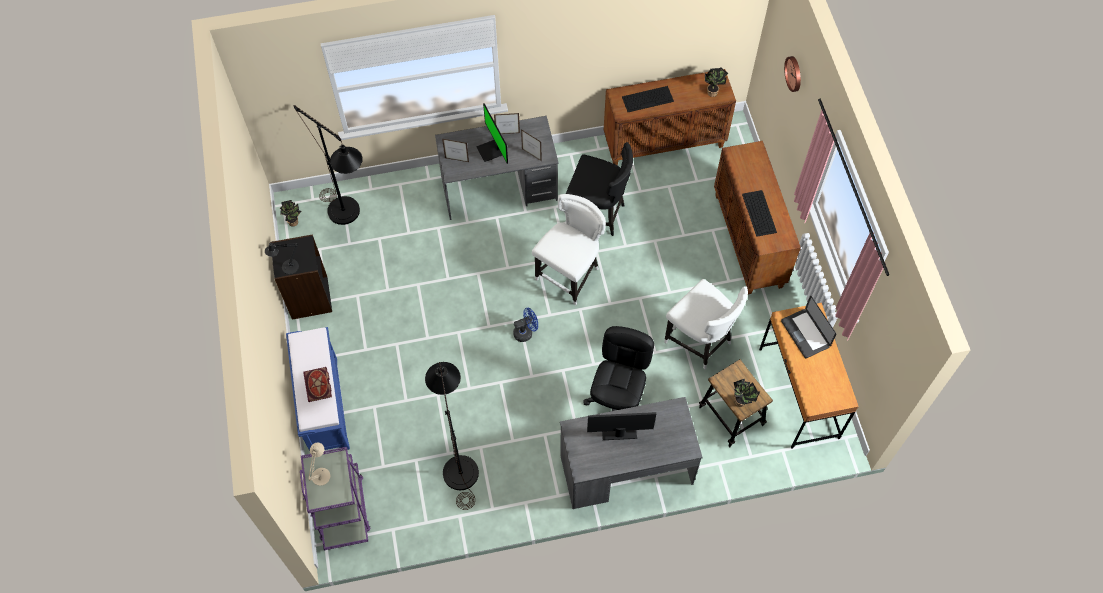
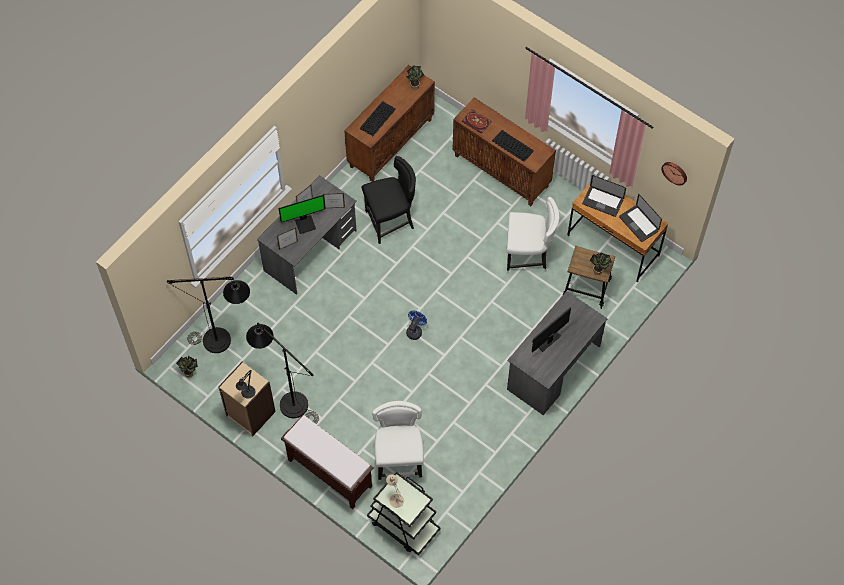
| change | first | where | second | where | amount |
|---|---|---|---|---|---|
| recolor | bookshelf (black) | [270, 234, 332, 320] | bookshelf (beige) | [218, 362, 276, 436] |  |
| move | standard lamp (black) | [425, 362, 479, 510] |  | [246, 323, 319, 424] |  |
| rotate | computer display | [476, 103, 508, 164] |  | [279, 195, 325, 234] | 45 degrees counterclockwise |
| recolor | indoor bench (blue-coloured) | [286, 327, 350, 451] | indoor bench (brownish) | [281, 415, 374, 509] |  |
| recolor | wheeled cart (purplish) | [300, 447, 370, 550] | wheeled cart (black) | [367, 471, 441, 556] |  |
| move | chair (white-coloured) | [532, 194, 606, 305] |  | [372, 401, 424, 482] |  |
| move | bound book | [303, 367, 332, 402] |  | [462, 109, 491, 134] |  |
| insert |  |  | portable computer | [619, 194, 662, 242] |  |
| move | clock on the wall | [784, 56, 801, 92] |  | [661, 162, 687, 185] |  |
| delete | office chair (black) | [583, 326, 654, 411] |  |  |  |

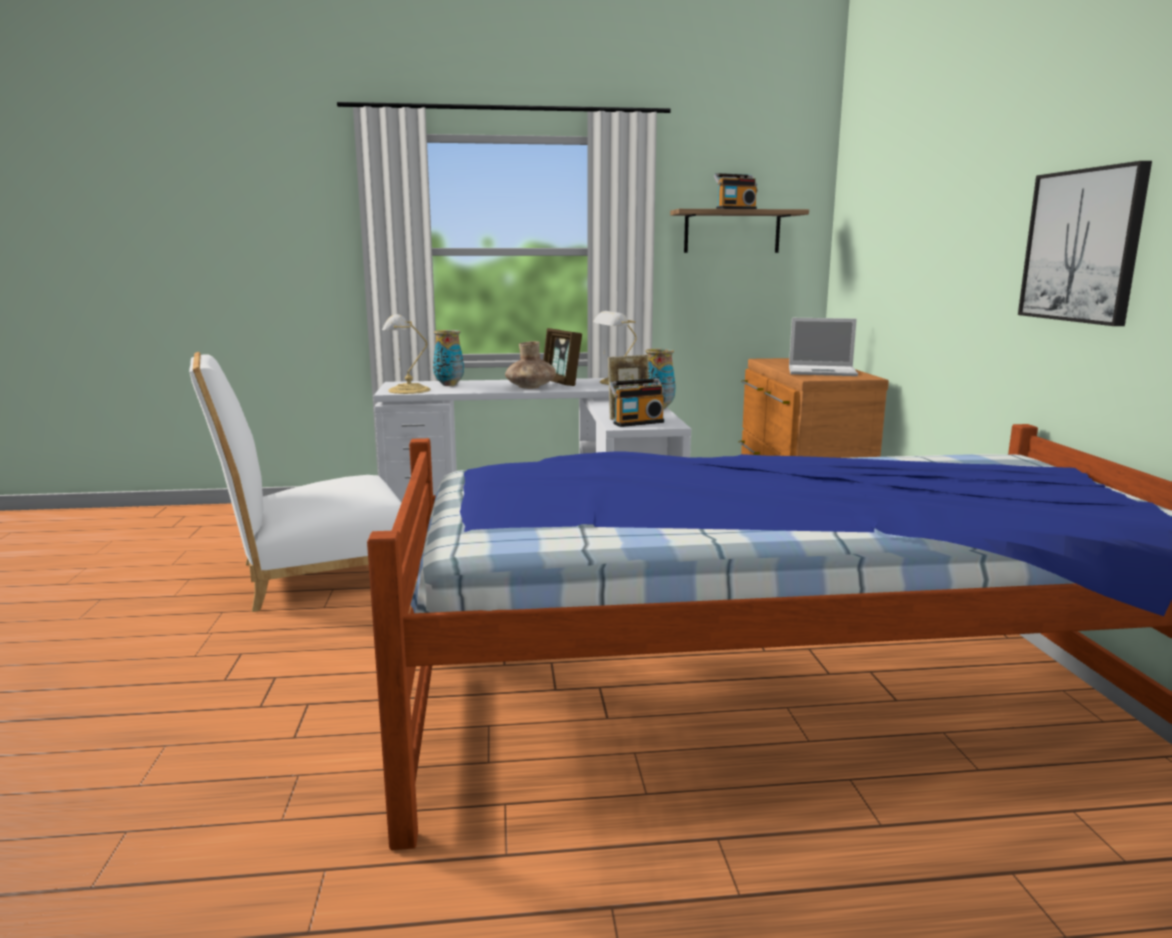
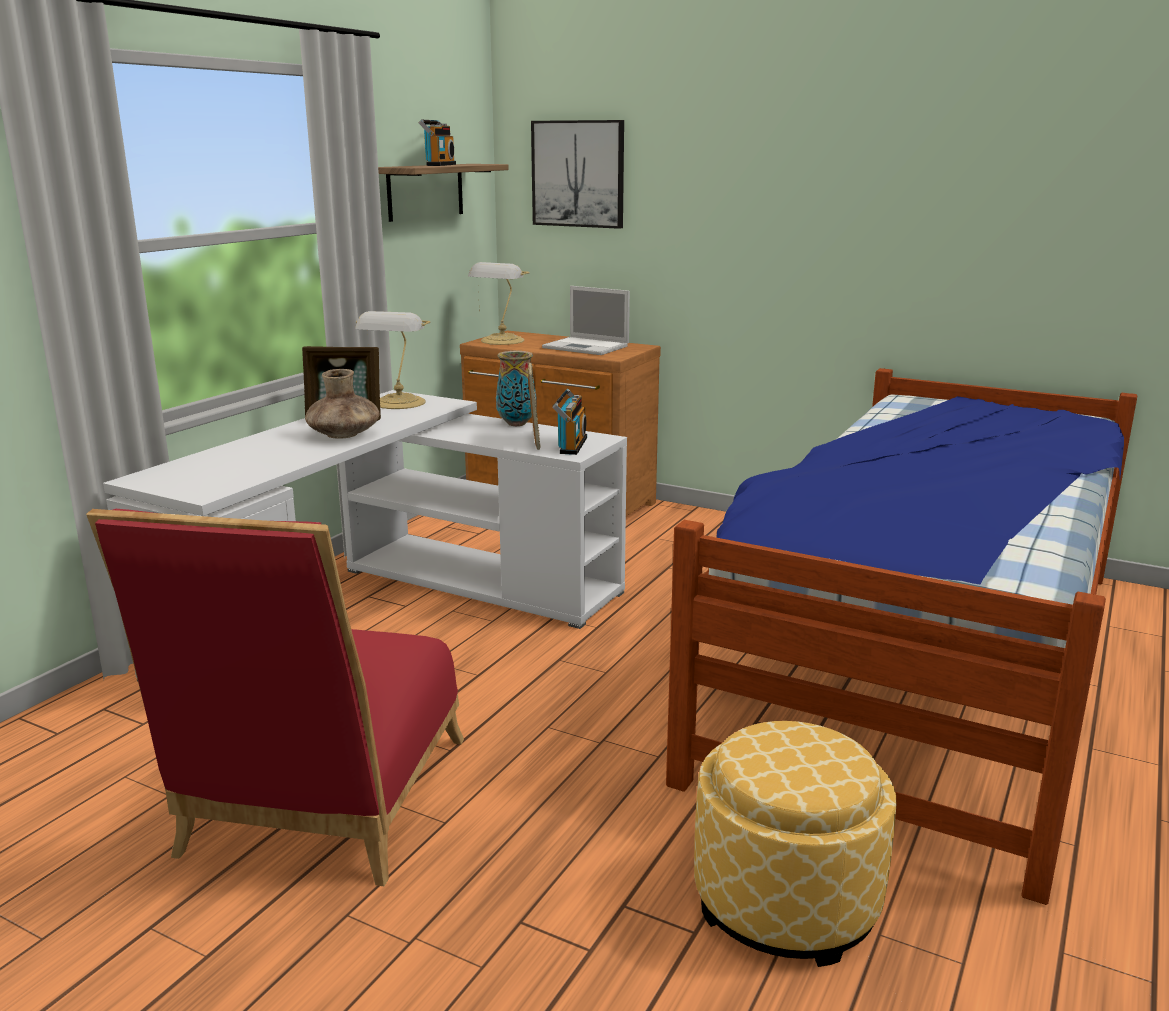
| change | first | where | second | where | amount |
|---|---|---|---|---|---|
| recolor | chair (white-coloured) | [189, 352, 417, 612] | chair (red) | [86, 509, 464, 886] |  |
| move | table lamp | [382, 314, 431, 394] |  | [468, 262, 530, 345] |  |
| move | wall art | [1018, 161, 1152, 326] |  | [531, 120, 624, 229] |  |
| rotate | portable computer | [789, 318, 858, 376] |  | [542, 286, 630, 355] | 75 degrees clockwise |
| insert |  |  | ottoman | [694, 721, 896, 967] |  |
| delete | flower vase | [433, 330, 464, 386] |  |  |  |

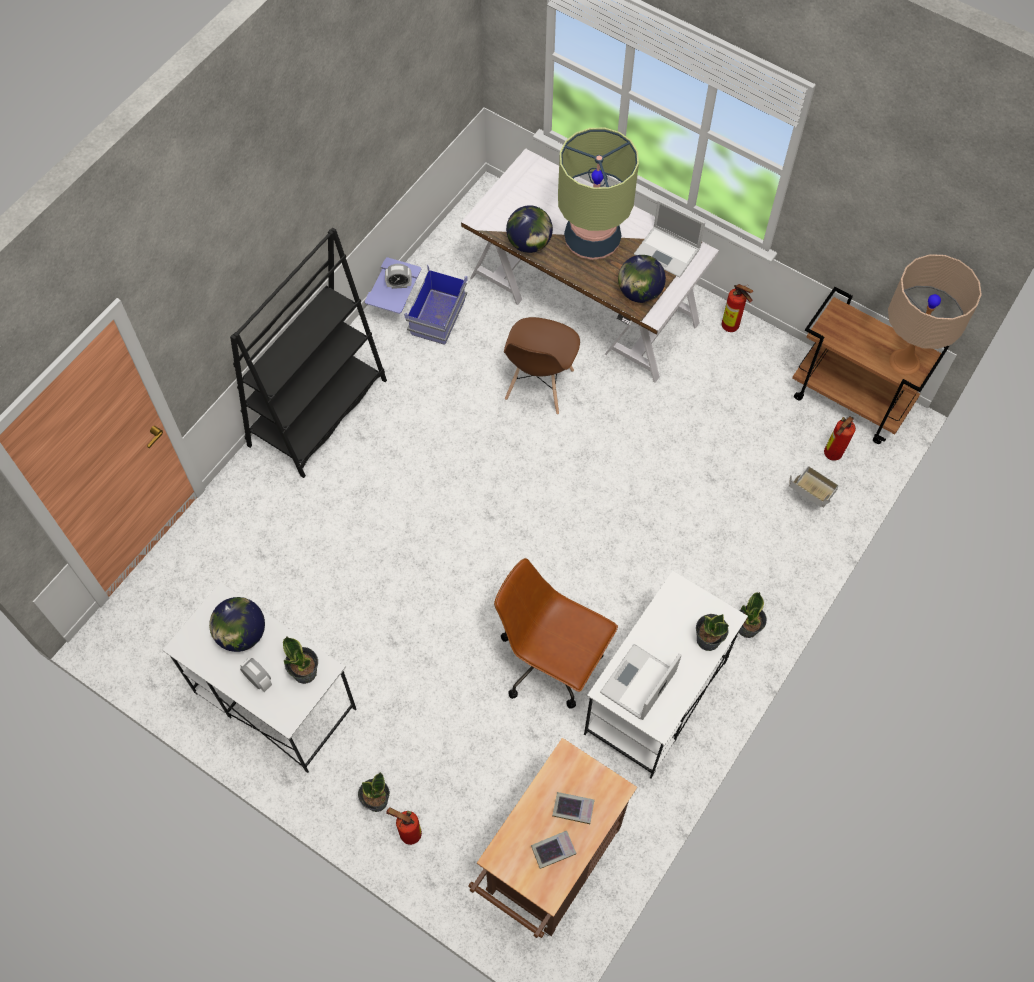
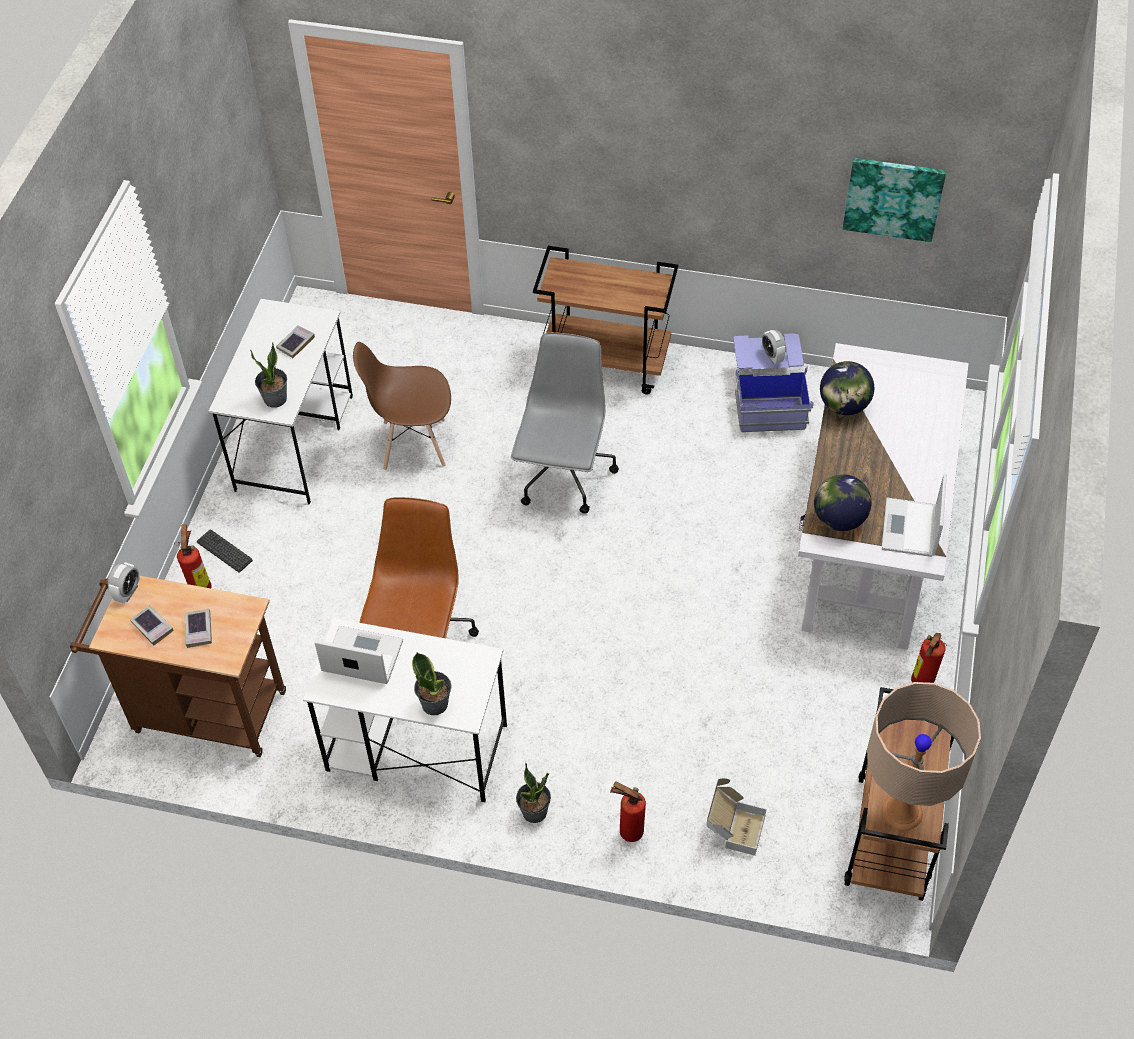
| change | first | where | second | where | amount |
|---|---|---|---|---|---|
| move | bedside clock | [240, 658, 272, 692] |  | [108, 562, 140, 604] |  |
| replace | houseplant | [358, 772, 390, 812] | PC keyboard | [197, 529, 253, 573] |  |
| replace | globe | [209, 597, 265, 652] | bound book | [276, 325, 315, 358] |  |
| move | chair (brownish) | [504, 317, 580, 415] |  | [353, 342, 451, 470] |  |
| insert |  |  | office chair (gray) | [511, 332, 619, 514] |  |
| replace | bookshelf (black) | [230, 228, 387, 478] | wheeled cart (brownish) | [533, 246, 678, 395] |  |
| move | fire extinguisher | [824, 417, 856, 461] |  | [610, 781, 646, 842] |  |
| insert |  |  | wall art | [843, 158, 946, 242] |  |
| delete | table lamp | [558, 128, 639, 260] |  |  |  |

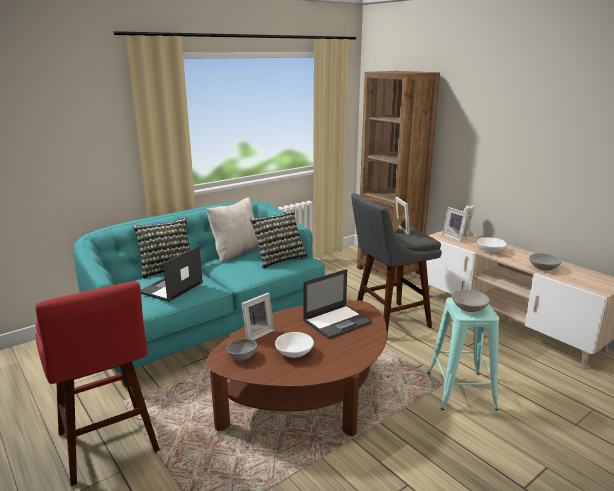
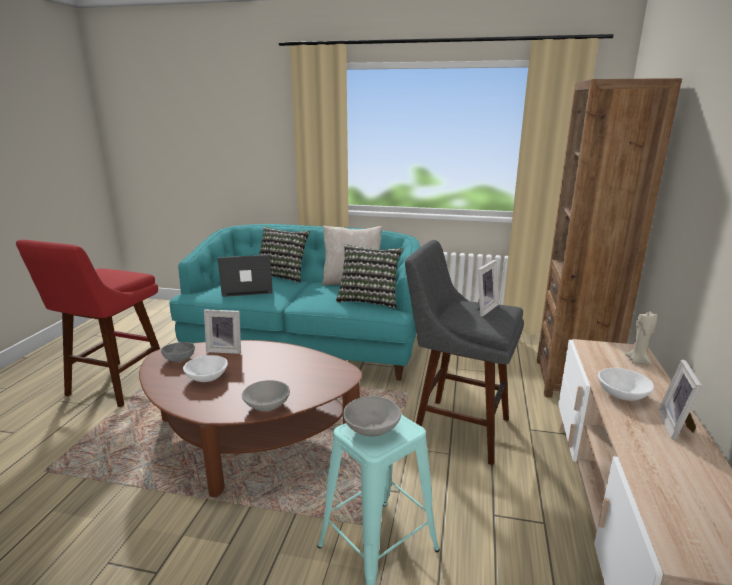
| change | first | where | second | where | amount |
|---|---|---|---|---|---|
| move | deep dish (gray) | [529, 253, 562, 271] |  | [242, 380, 290, 412] |  |
| move | photo frame | [442, 207, 468, 242] |  | [658, 359, 702, 440] |  |
| delete | portable computer | [303, 269, 372, 339] |  |  |  |

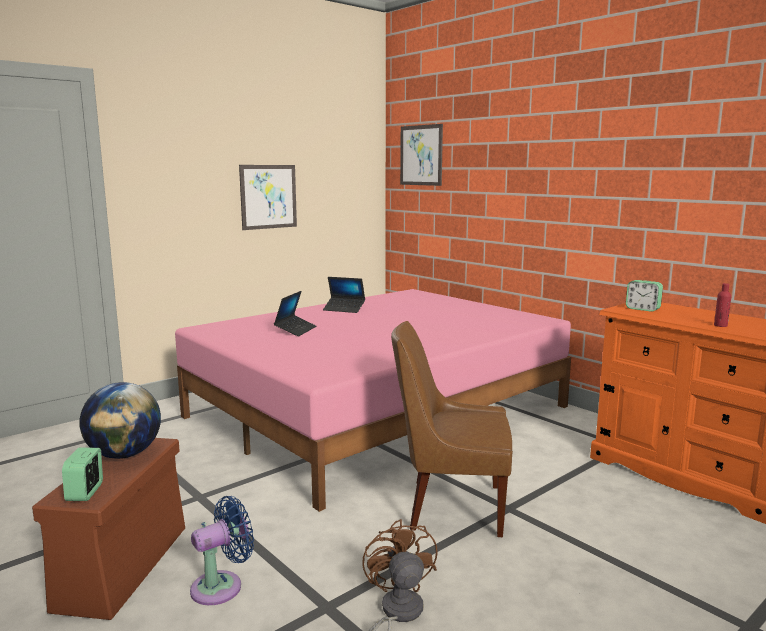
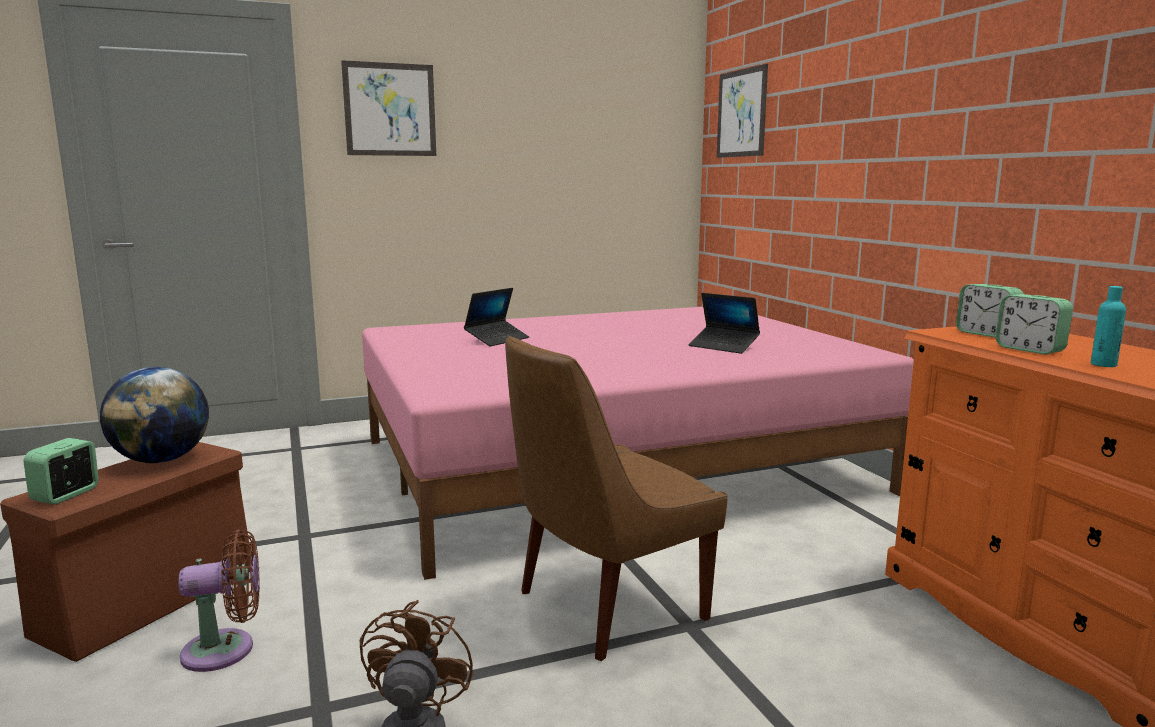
| change | first | where | second | where | amount |
|---|---|---|---|---|---|
| recolor | electric fan (blue-coloured) | [190, 496, 254, 605] | electric fan (brownish) | [178, 529, 260, 672] |  |
| move | wall art | [239, 165, 297, 230] |  | [341, 60, 436, 156] |  |
| rotate | chair (brownish) | [391, 321, 513, 537] |  | [505, 336, 728, 661] | 60 degrees counterclockwise |
| move | portable computer | [323, 277, 365, 313] |  | [689, 293, 760, 354] |  |
| insert |  |  | bedside clock | [996, 294, 1073, 355] |  |
| recolor | drink bottle (red) | [714, 283, 731, 327] | drink bottle (turquoise) | [1091, 286, 1126, 367] |  |

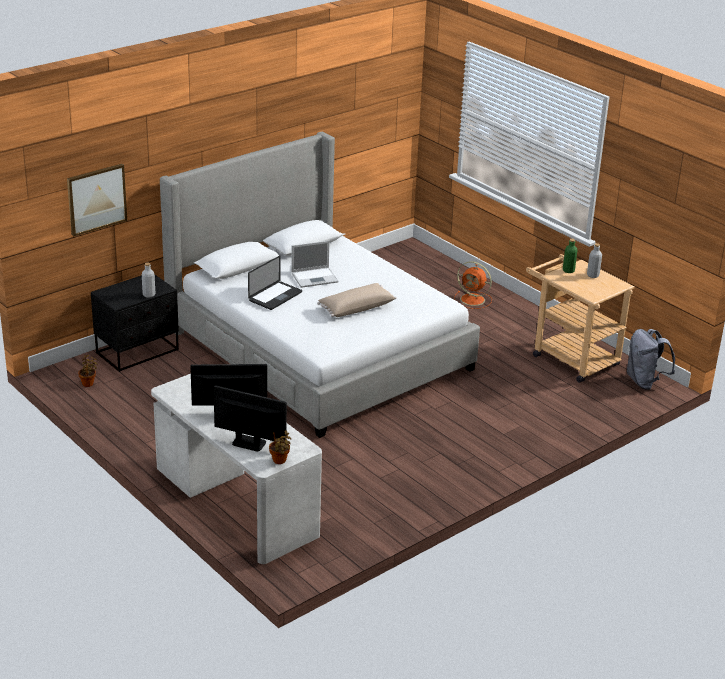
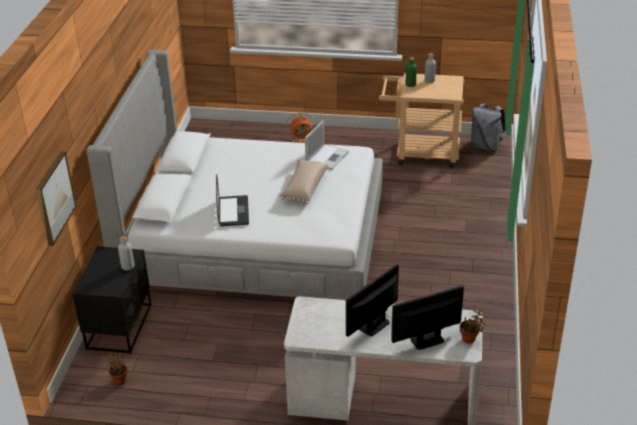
| change | first | where | second | where | amount |
|---|---|---|---|---|---|
| move | portable computer | [291, 241, 339, 288] |  | [305, 120, 349, 170] |  |

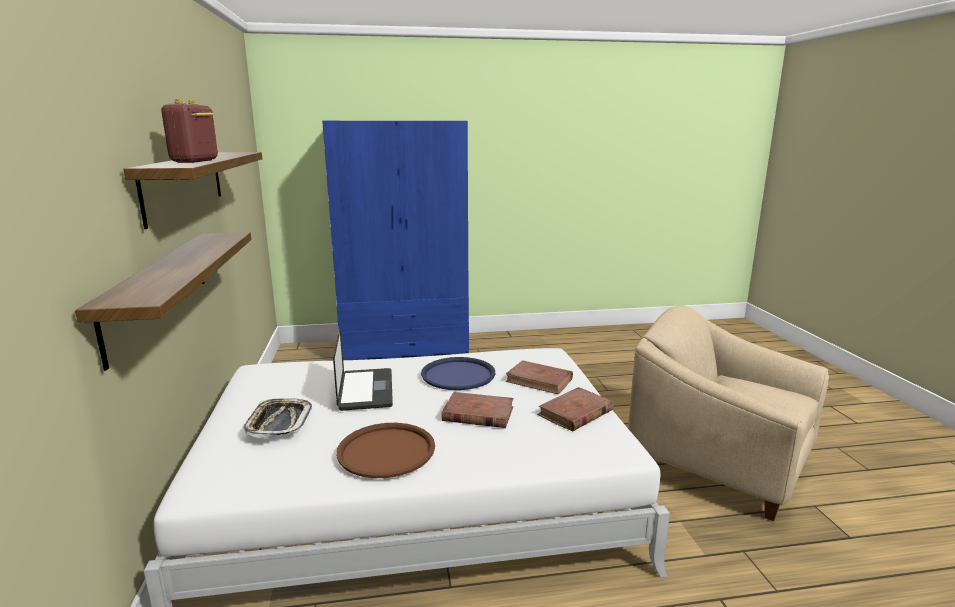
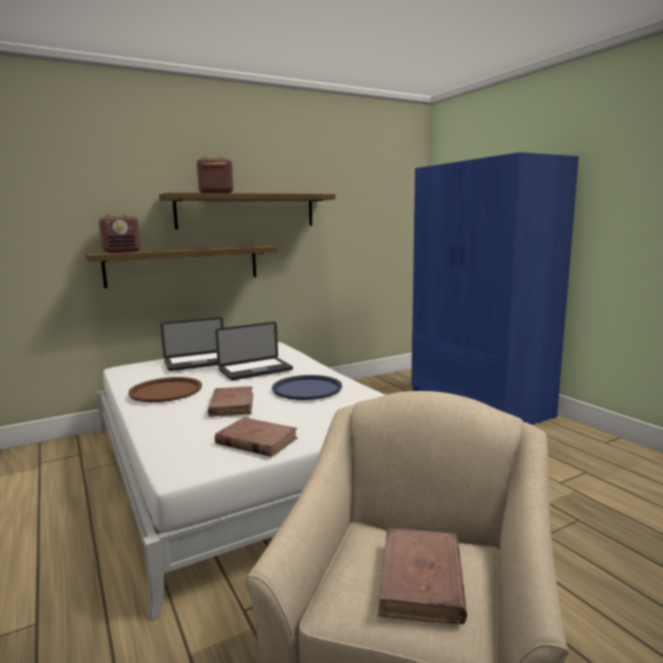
| change | first | where | second | where | amount |
|---|---|---|---|---|---|
| insert |  |  | radio receiver | [99, 214, 141, 253] |  |
| replace | tray | [243, 398, 312, 439] | portable computer | [160, 317, 223, 371] |  |
| move | bound book (brownish) | [506, 360, 573, 394] |  | [378, 528, 467, 624] |  |

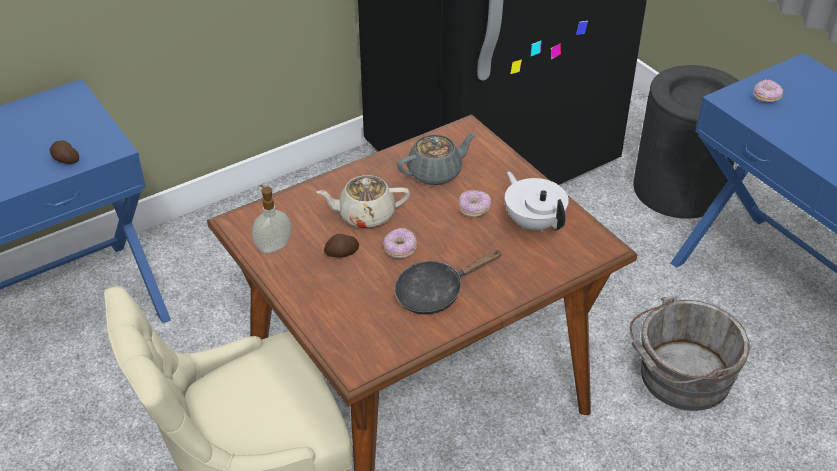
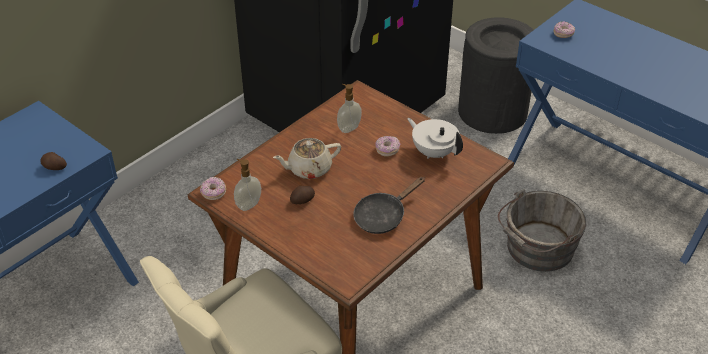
| change | first | where | second | where | amount |
|---|---|---|---|---|---|
| move | ring doughnut | [383, 228, 417, 258] |  | [200, 177, 226, 200] |  |
| replace | pot for tea (gray) | [397, 133, 476, 185] | liquid soap bottle | [337, 84, 362, 133] |  |

